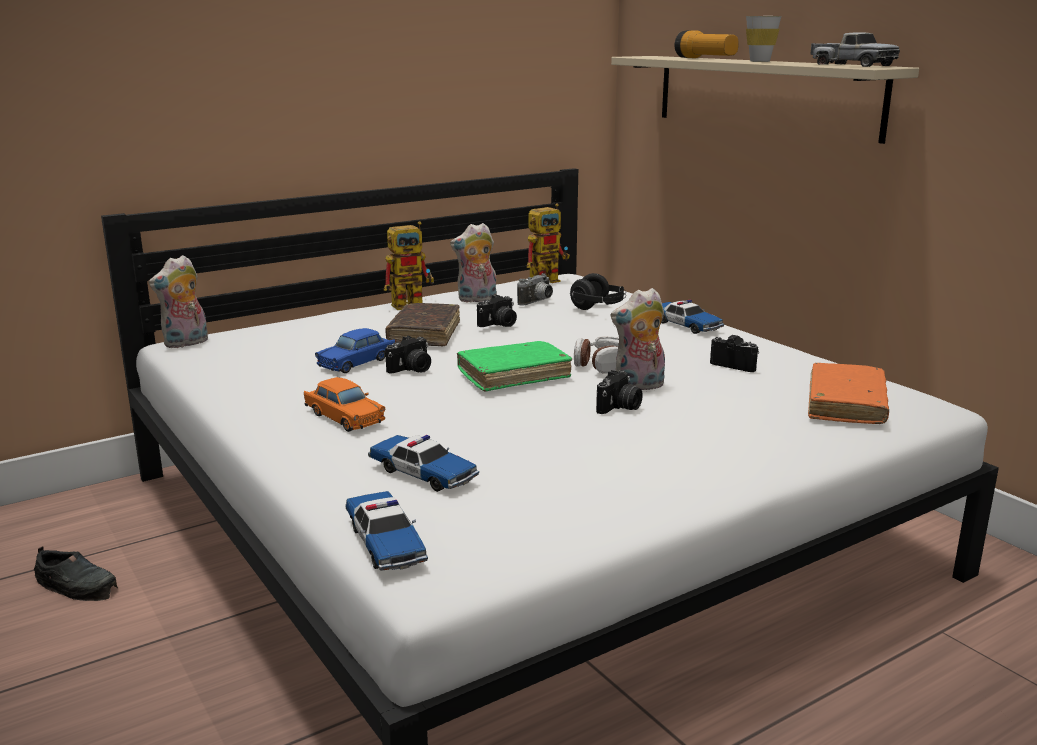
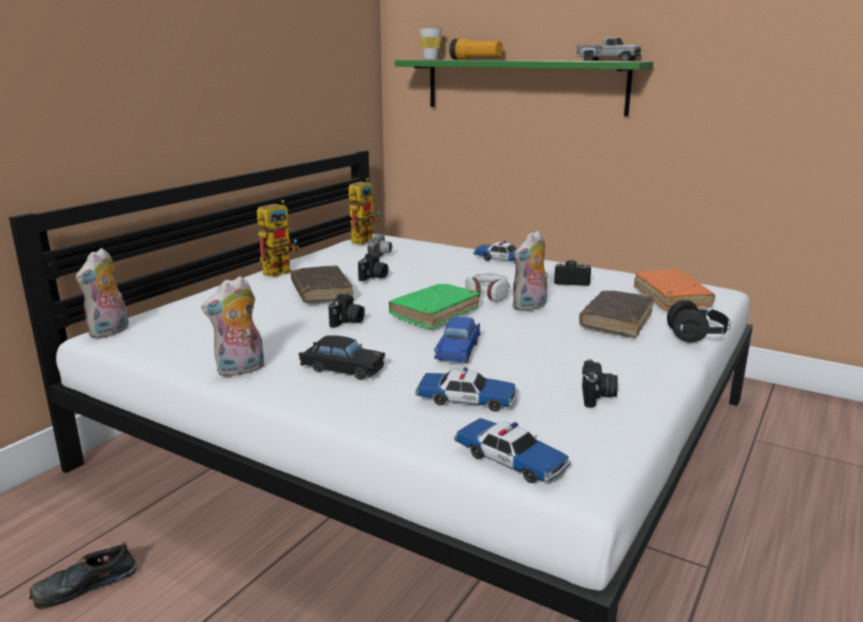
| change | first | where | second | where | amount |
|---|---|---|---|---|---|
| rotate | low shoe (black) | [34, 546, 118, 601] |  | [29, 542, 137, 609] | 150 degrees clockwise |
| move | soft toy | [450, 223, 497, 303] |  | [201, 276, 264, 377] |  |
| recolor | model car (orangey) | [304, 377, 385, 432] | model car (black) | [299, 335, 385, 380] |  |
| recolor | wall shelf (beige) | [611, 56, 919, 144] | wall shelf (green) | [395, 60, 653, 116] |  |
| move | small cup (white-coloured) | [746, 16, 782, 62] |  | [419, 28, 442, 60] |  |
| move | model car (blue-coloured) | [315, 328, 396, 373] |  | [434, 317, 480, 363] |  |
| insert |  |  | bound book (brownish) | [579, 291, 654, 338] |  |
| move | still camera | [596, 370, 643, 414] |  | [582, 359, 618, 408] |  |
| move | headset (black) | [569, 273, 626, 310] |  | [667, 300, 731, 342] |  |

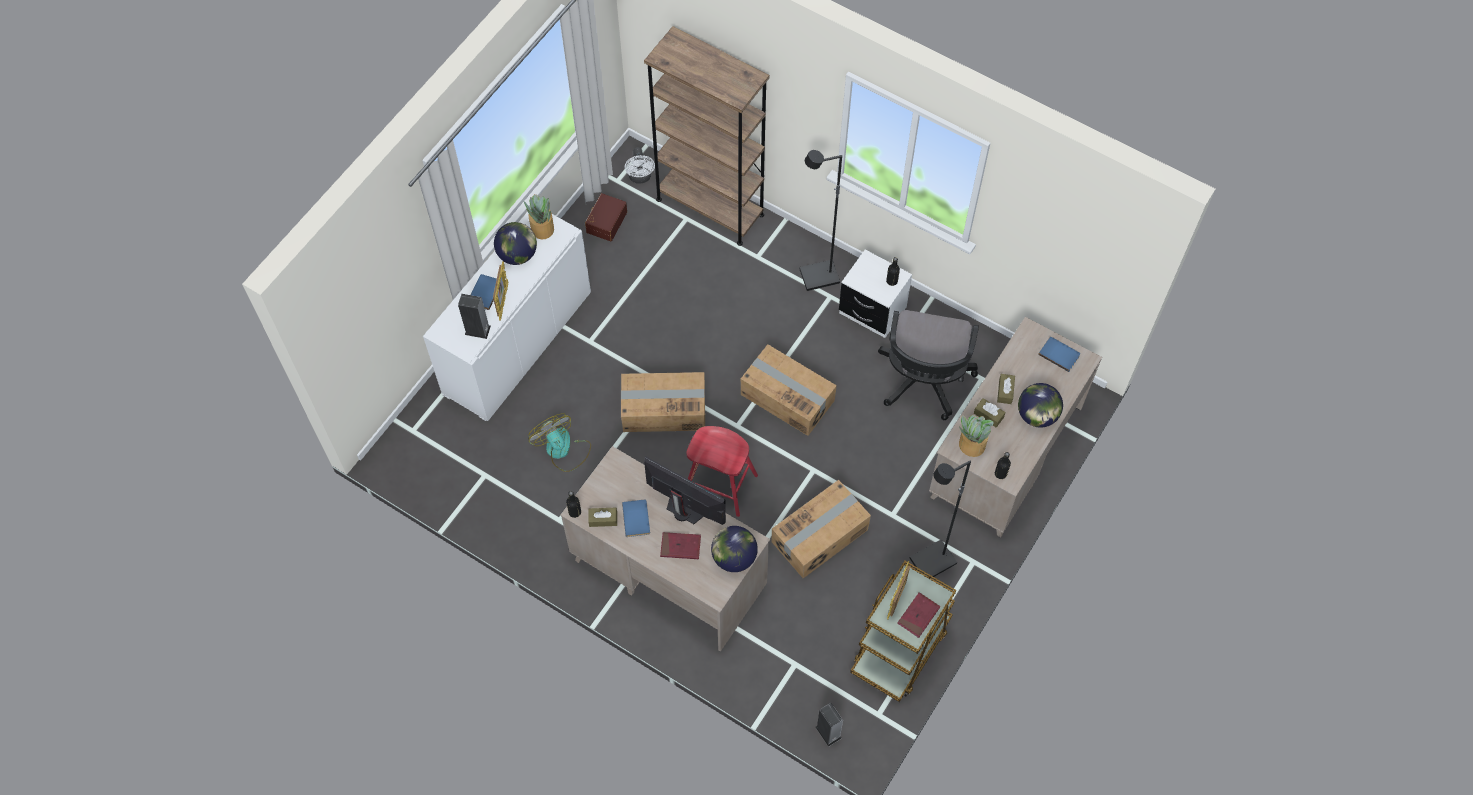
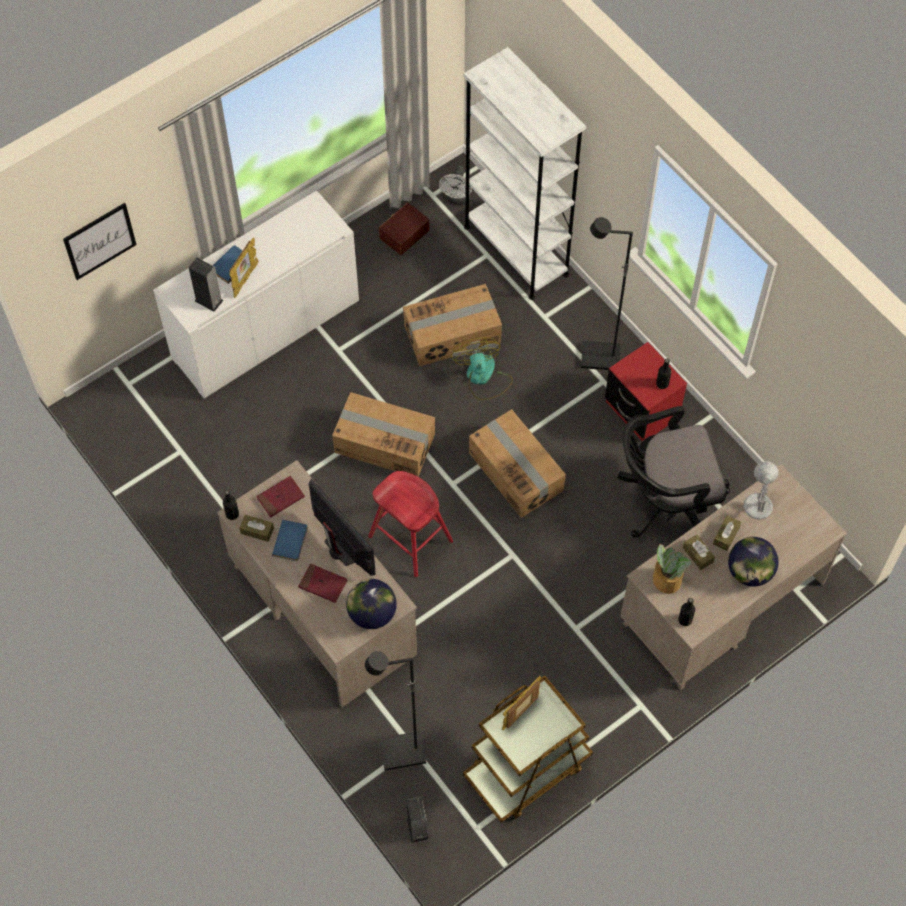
| change | first | where | second | where | amount |
|---|---|---|---|---|---|
| insert |  |  | wall art | [63, 203, 137, 280] |  |
| move | bound book (red) | [897, 592, 940, 638] |  | [256, 476, 305, 518] |  |
| move | standard lamp (black) | [910, 461, 971, 577] |  | [365, 651, 426, 770] |  |
| move | carton | [772, 480, 871, 578] |  | [403, 284, 502, 366] |  |
| move | electric fan | [529, 414, 591, 472] |  | [451, 337, 513, 400] |  |
| recolor | bookshelf (brownish) | [644, 26, 770, 246] | bookshelf (white-coloured) | [463, 47, 586, 300] |  |
| recolor | bedside table (white-coloured) | [839, 250, 912, 338] | bedside table (red) | [605, 342, 687, 441] |  |
| rotate | office chair (black) | [878, 310, 979, 420] |  | [617, 406, 730, 538] | 45 degrees clockwise |
| insert |  |  | table lamp (white-coloured) | [744, 461, 779, 520] |  |
| delete | globe | [494, 222, 537, 265] |  |  |  |
| delete | houseplant | [524, 194, 554, 239] |  |  |  |
| delete | bound book (blue-coloured) | [1038, 337, 1080, 372] |  |  |  |

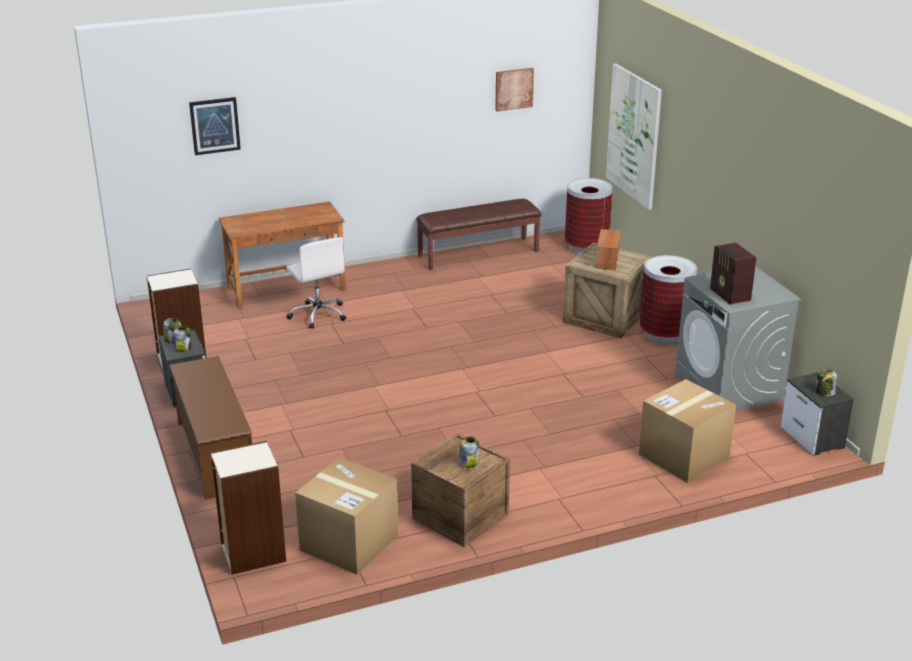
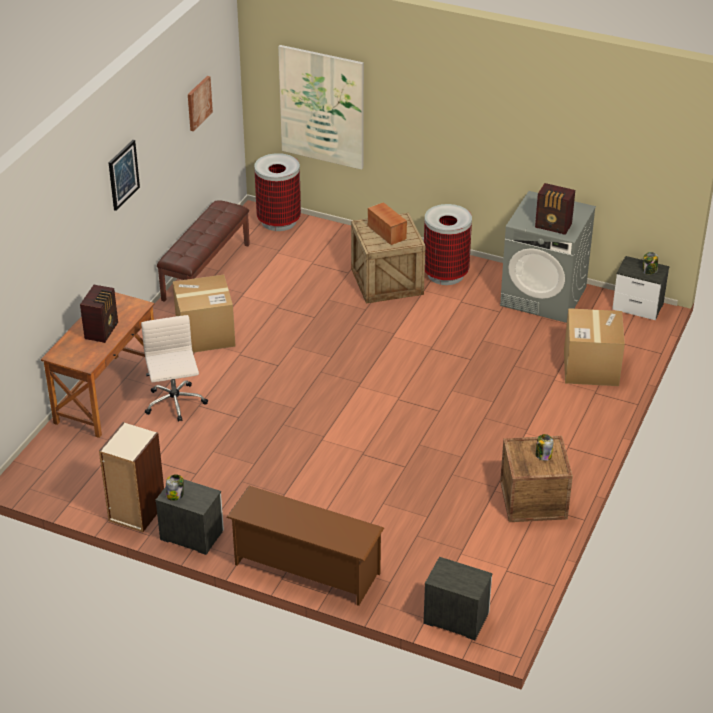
| change | first | where | second | where | amount |
|---|---|---|---|---|---|
| insert |  |  | radio receiver | [80, 285, 118, 343] |  |
| move | wall art | [189, 97, 241, 155] |  | [109, 140, 140, 211] |  |
| rotate | office chair (white-coloured) | [286, 237, 346, 329] |  | [141, 315, 208, 422] | 120 degrees counterclockwise |
| move | carton | [295, 457, 398, 575] |  | [173, 275, 236, 353] |  |
| replace | bookshelf | [210, 441, 286, 575] | bedside table | [423, 557, 493, 640] |  |
| delete | preserve jar | [173, 326, 191, 352] |  |  |  |

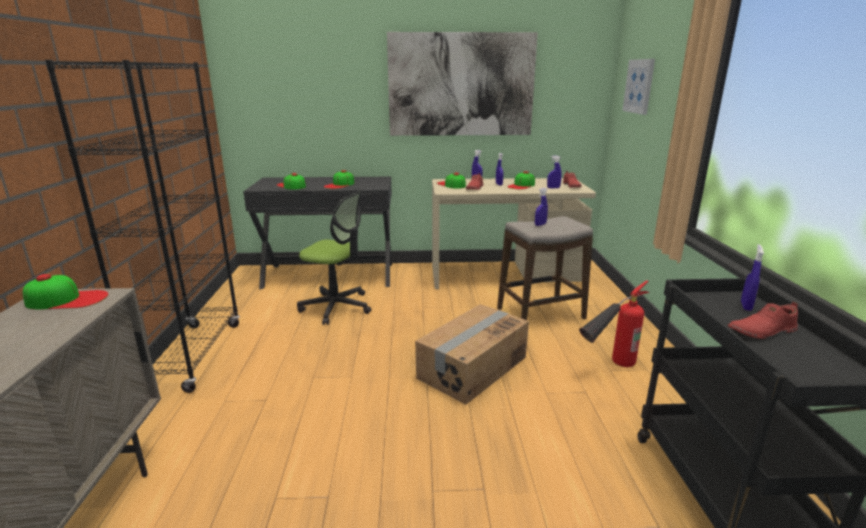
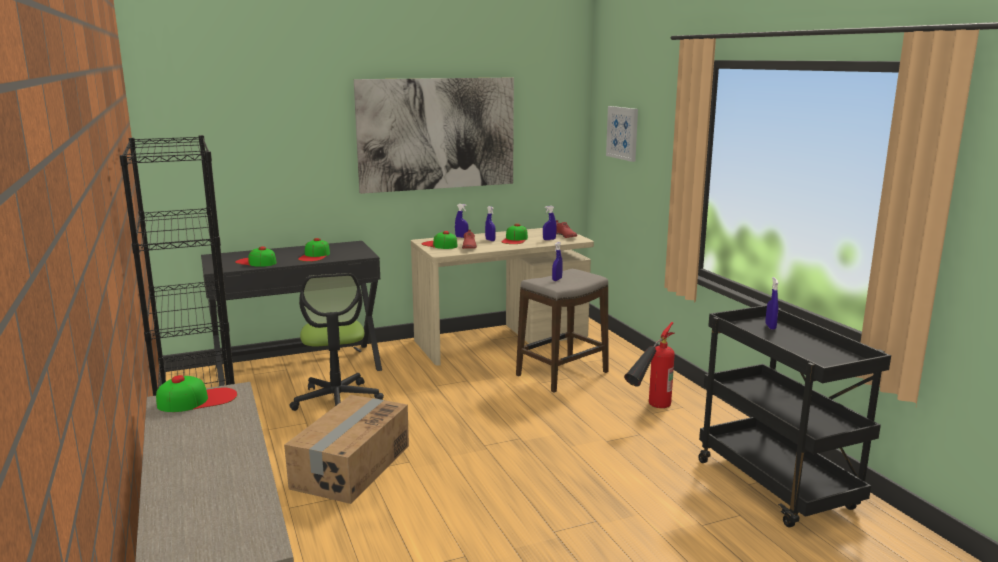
| change | first | where | second | where | amount |
|---|---|---|---|---|---|
| move | carton | [415, 304, 529, 405] |  | [284, 395, 409, 504] |  |
| rotate | office chair | [297, 191, 371, 325] |  | [289, 273, 384, 411] | 75 degrees clockwise |
| delete | low shoe (red) | [728, 301, 798, 339] |  |  |  |

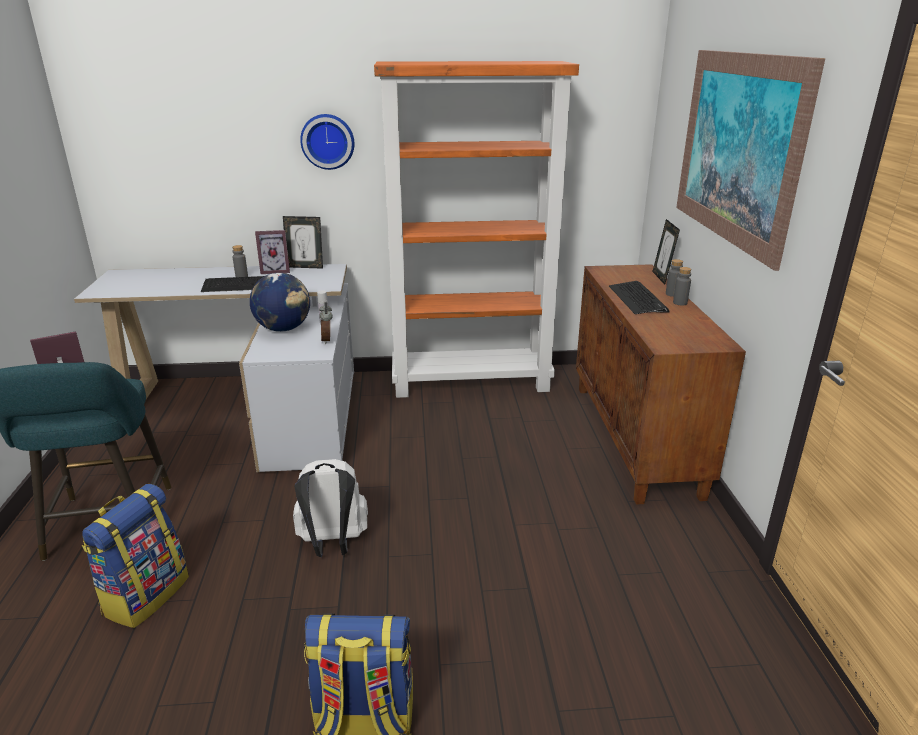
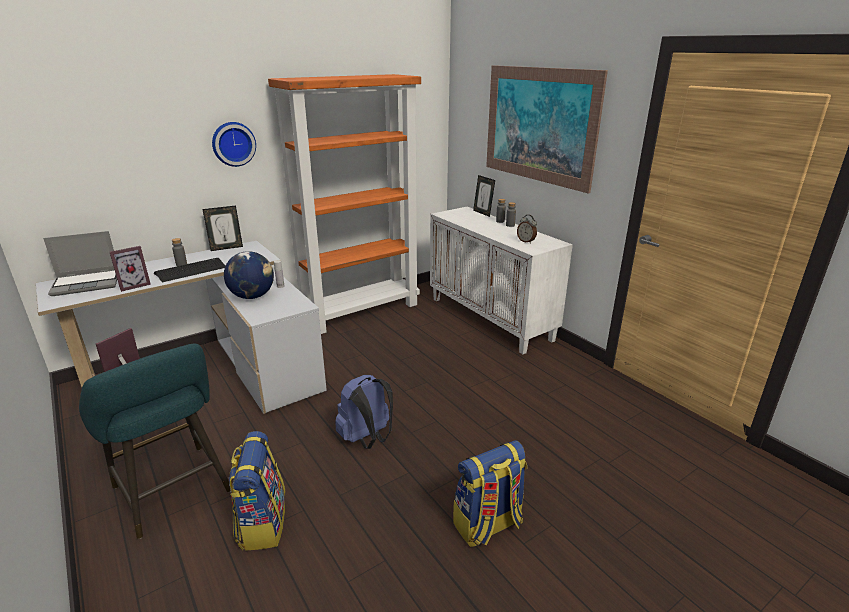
| change | first | where | second | where | amount |
|---|---|---|---|---|---|
| insert |  |  | portable computer | [43, 231, 117, 296] |  |
| move | photo frame | [255, 230, 290, 274] |  | [110, 246, 151, 292] |  |
| recolor | knapsack (white-coloured) | [293, 459, 368, 557] | knapsack (blue-coloured) | [335, 375, 393, 449] |  |
| recolor | cabinet (brownish) | [576, 264, 746, 505] | cabinet (white-coloured) | [430, 207, 573, 354] |  |
| move | bedside clock | [319, 302, 333, 344] |  | [517, 215, 537, 244] |  |
| delete | PC keyboard | [609, 281, 670, 314] |  |  |  |

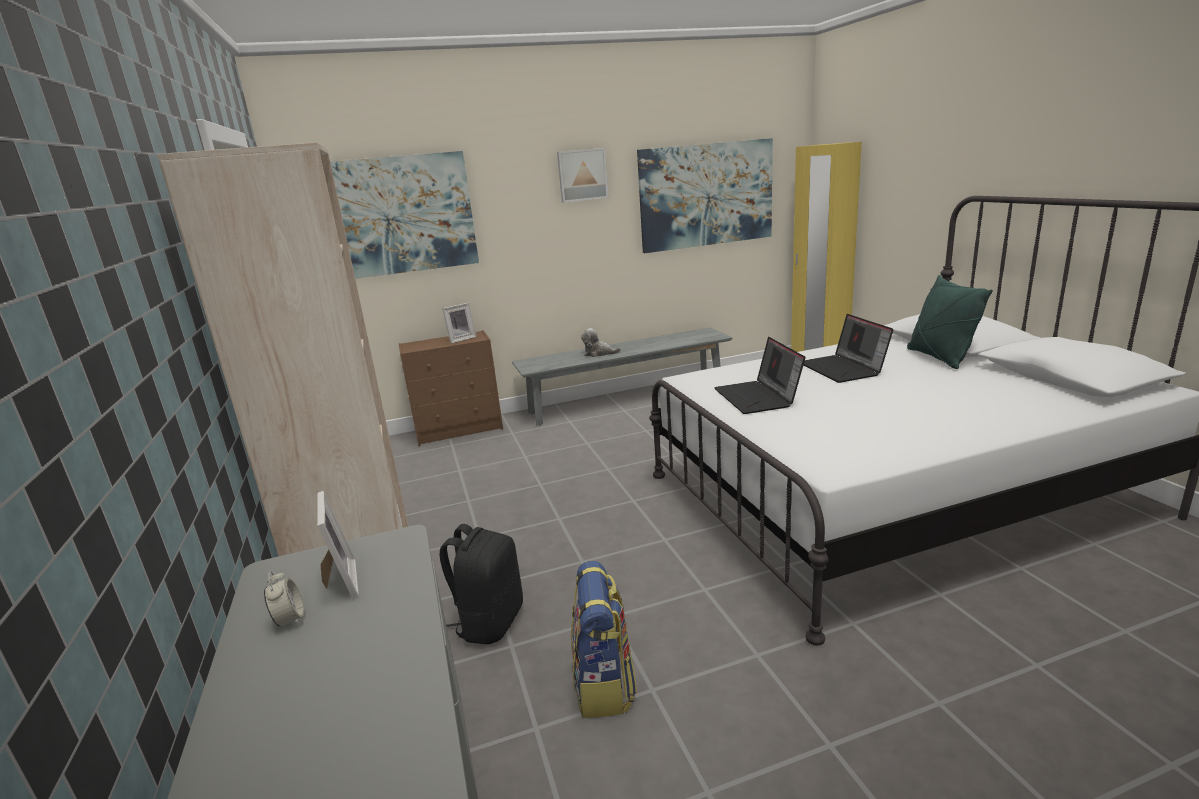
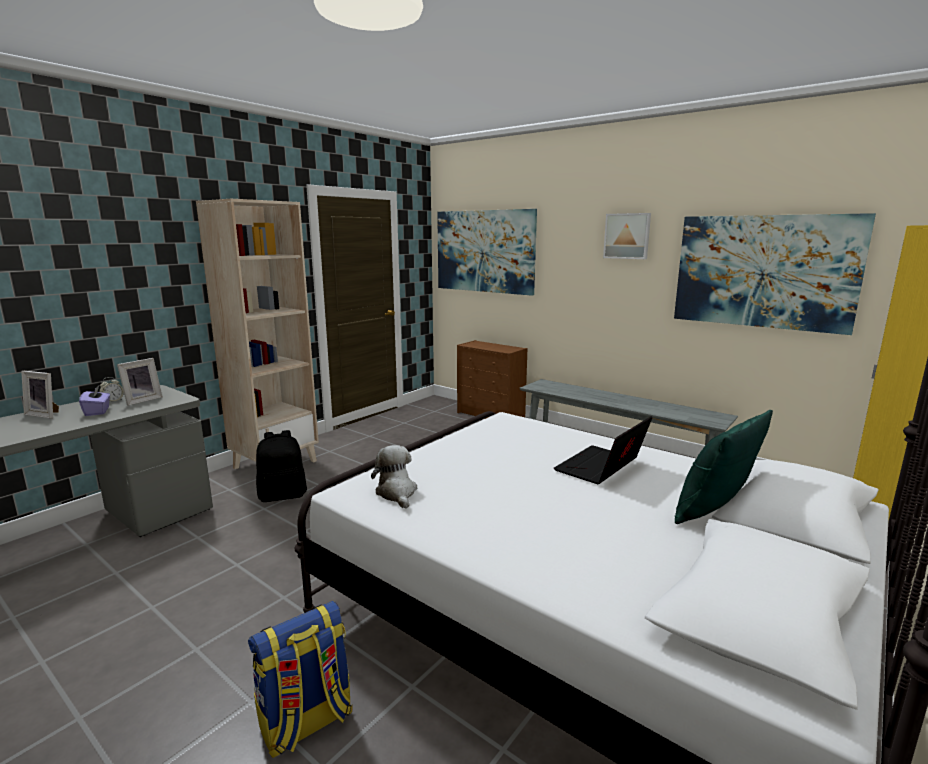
| change | first | where | second | where | amount |
|---|---|---|---|---|---|
| move | photo frame | [442, 303, 477, 343] |  | [21, 371, 59, 418] |  |
| insert |  |  | tissue holder (purplish) | [79, 385, 110, 416] |  |
| move | knapsack | [571, 561, 637, 718] |  | [248, 601, 353, 758] |  |
| move | soft toy | [581, 328, 621, 357] |  | [371, 445, 417, 509] |  |
| delete | portable computer | [714, 337, 805, 414] |  |  |  |

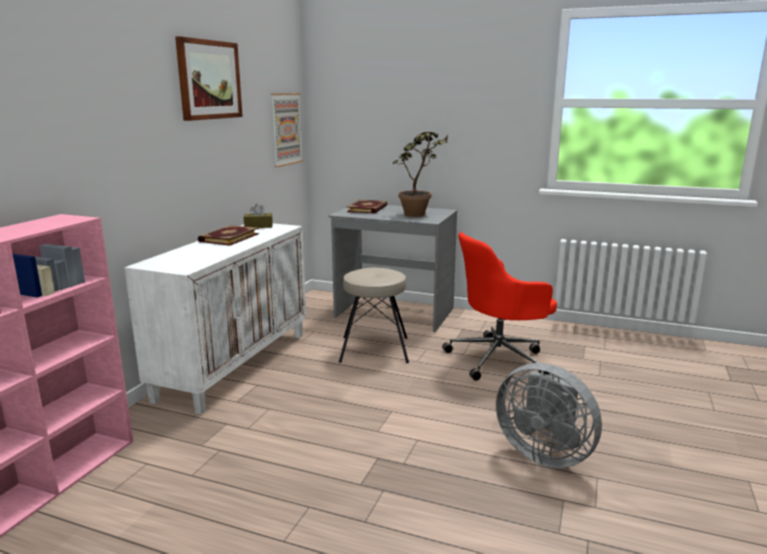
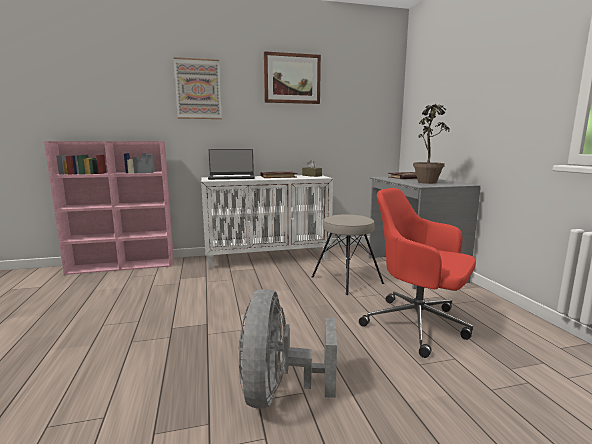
| change | first | where | second | where | amount |
|---|---|---|---|---|---|
| move | wall art | [271, 93, 303, 167] |  | [174, 57, 222, 119] |  |
| insert |  |  | portable computer | [208, 149, 255, 180] |  |

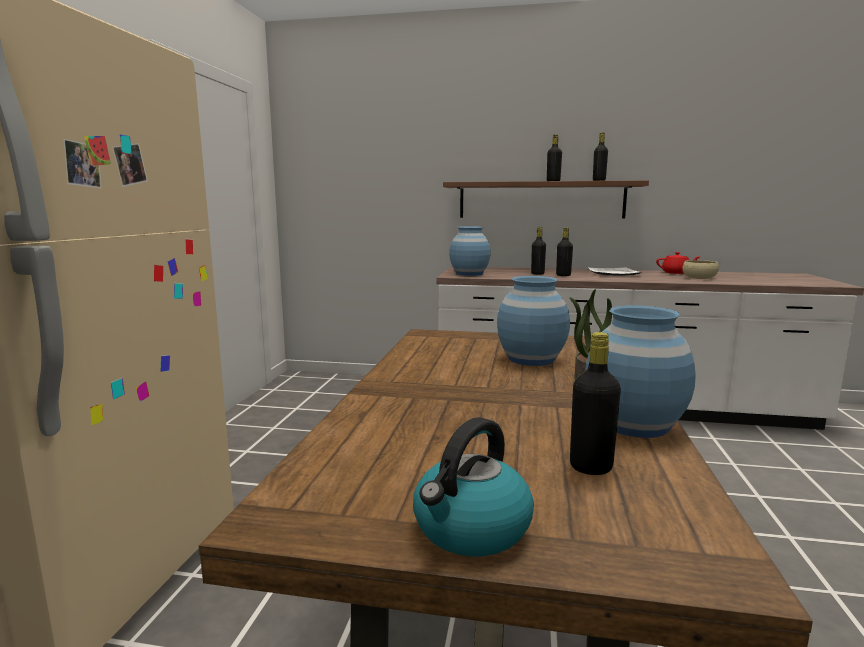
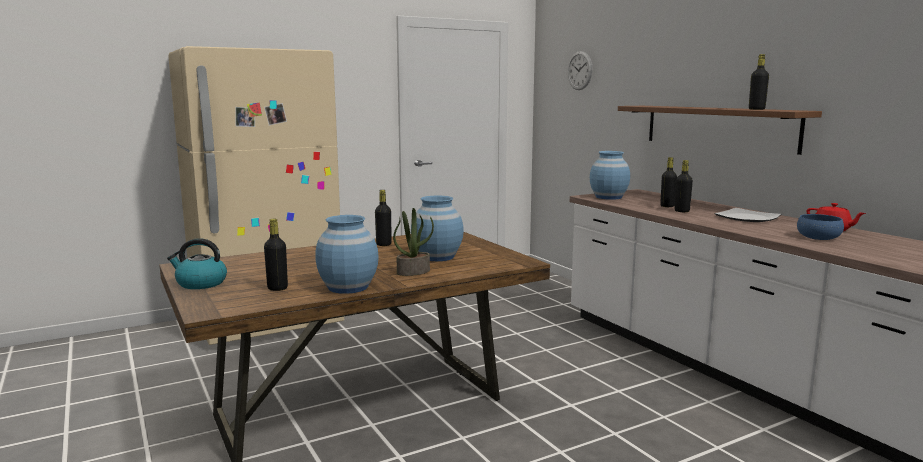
| change | first | where | second | where | amount |
|---|---|---|---|---|---|
| move | drink bottle (black) | [547, 134, 562, 181] |  | [375, 190, 392, 246] |  |
| insert |  |  | clock on the wall | [567, 51, 592, 90] |  |
| recolor | deep dish (beige) | [682, 260, 719, 279] | deep dish (blue-coloured) | [797, 214, 844, 240] |  |

